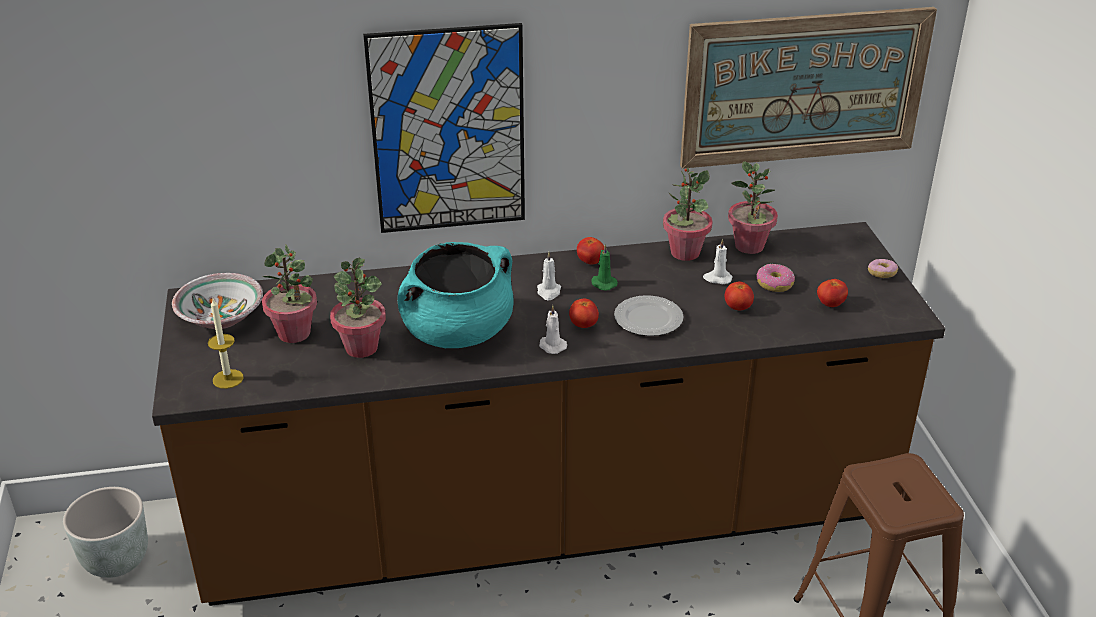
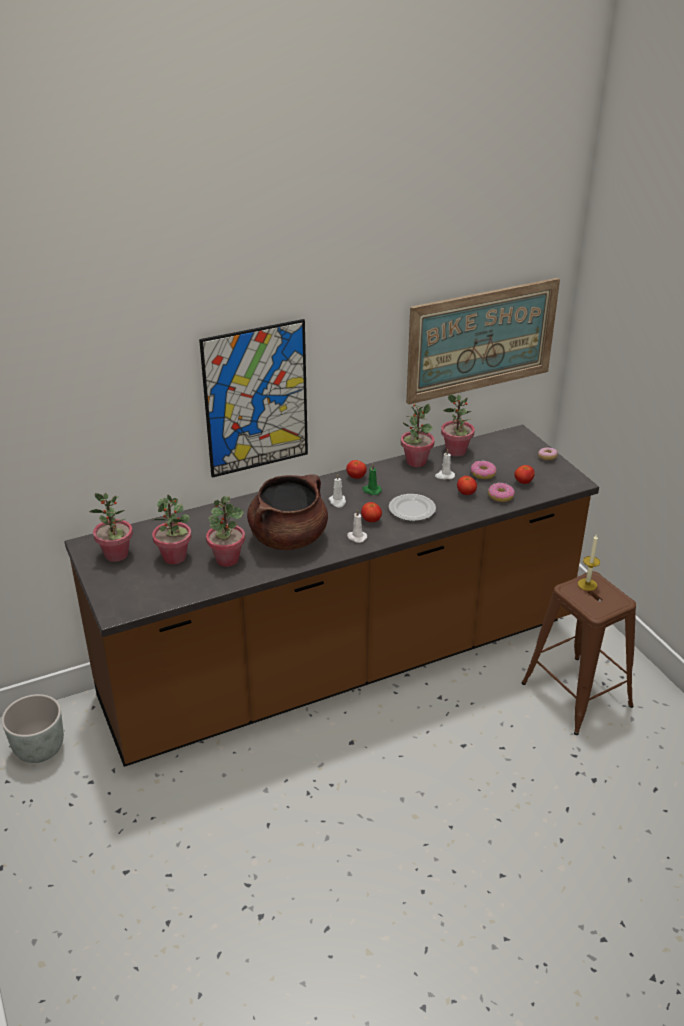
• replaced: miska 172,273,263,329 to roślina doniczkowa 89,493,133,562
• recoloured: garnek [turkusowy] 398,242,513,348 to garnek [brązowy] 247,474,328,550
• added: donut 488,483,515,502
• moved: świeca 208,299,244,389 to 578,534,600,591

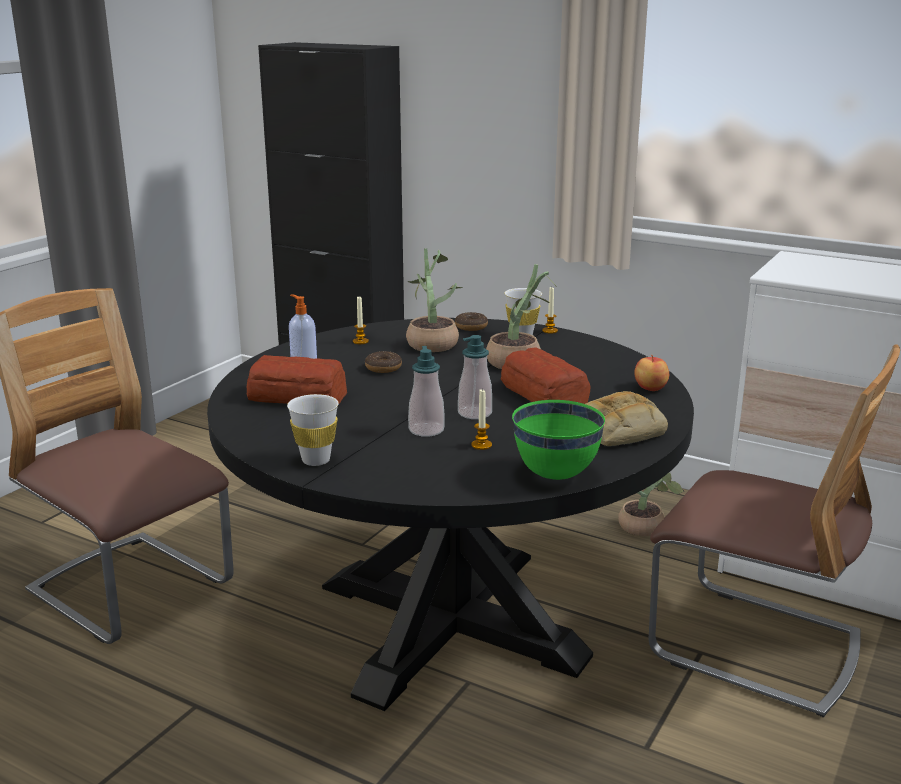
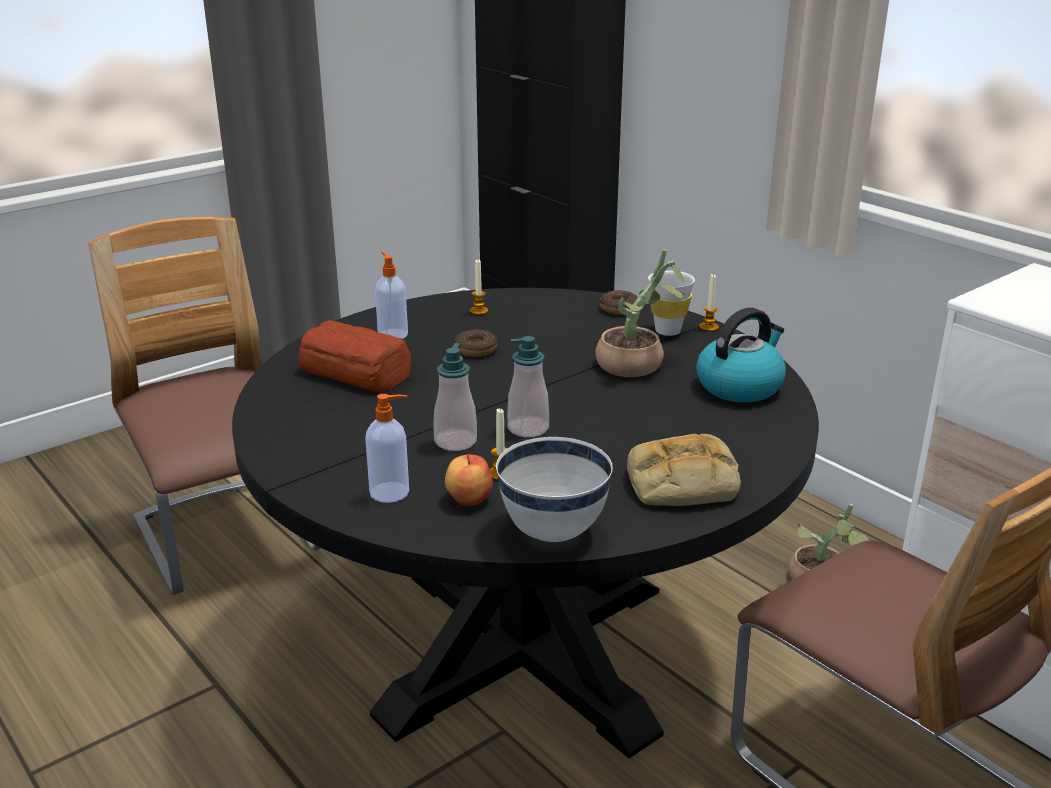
• added: dozownik mydła 365,394,409,503
• moved: jabłko 634,355,669,391 to 445,454,493,506
• recoloured: miska [zielony] 512,400,605,480 to miska [biały] 496,437,613,542
• added: czajnik 696,308,786,402
• removed: filiżanka [biały] 287,394,339,466
• removed: roślina doniczkowa 406,248,462,352
• removed: chleb 501,347,591,404

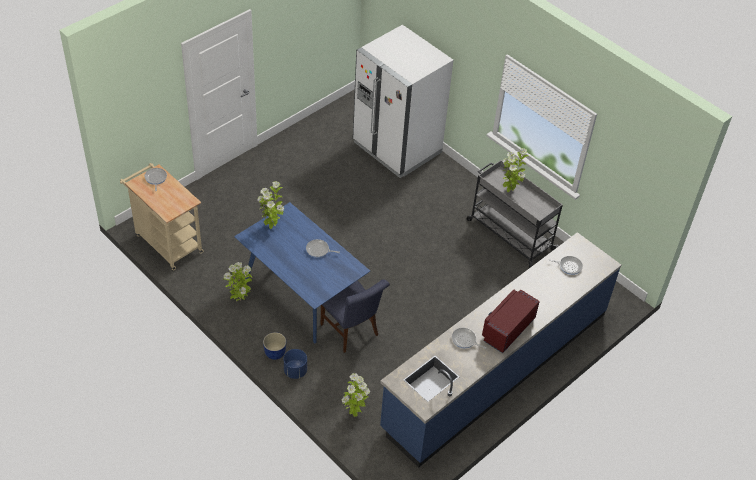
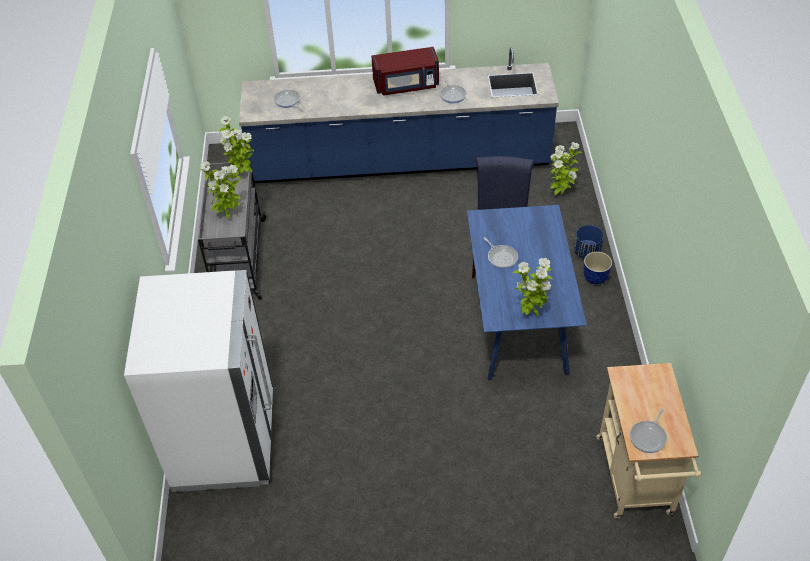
• moved: roślina doniczkowa 223,262,252,301 to 219,116,254,176

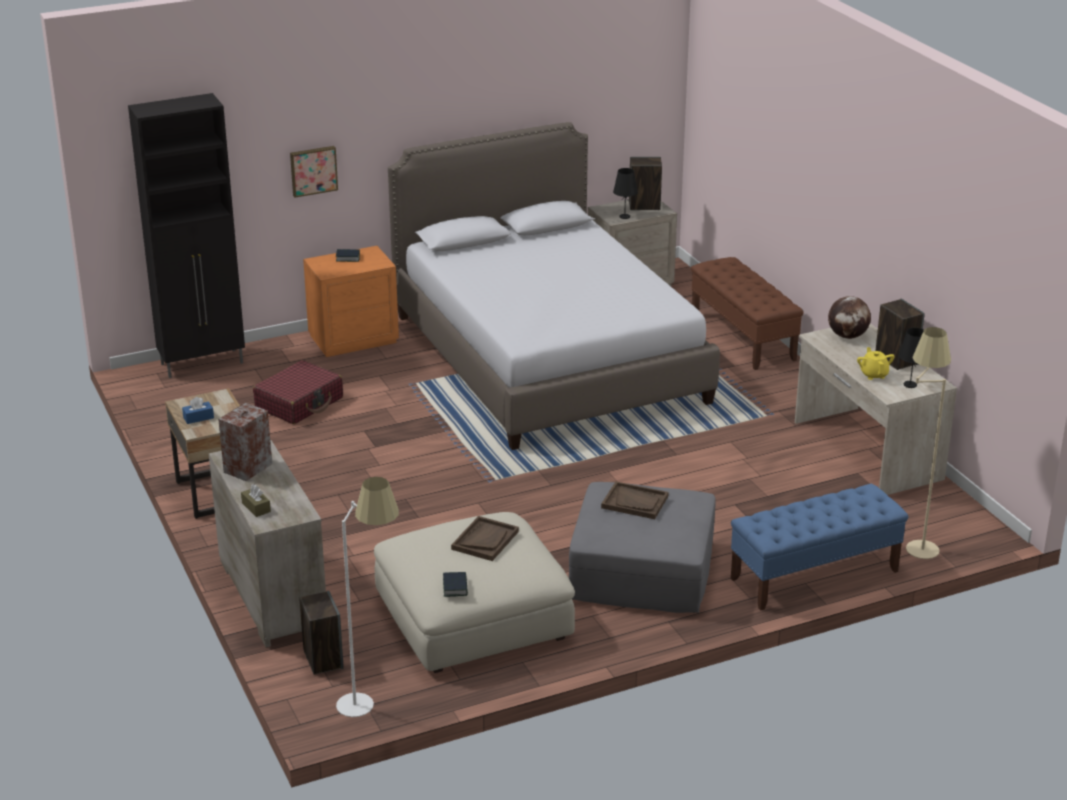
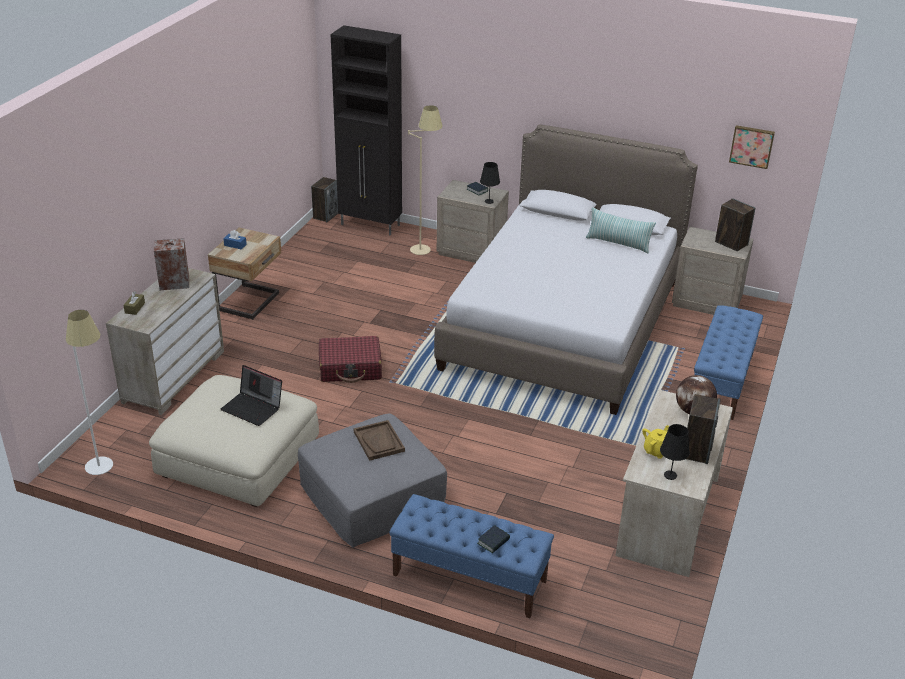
• replaced: taca [brązowy] 451,516,519,561 to laptop 221,365,282,426
• moved: głośnik 299,591,344,675 to 311,177,338,222
• moved: walizka [czerwony] 253,360,343,424 to 319,336,382,383
• moved: lampa stojąca [beżowy] 906,327,951,559 to 408,105,443,255
• recoloured: szafka nocna [pomarańczowy] 303,246,399,357 to szafka nocna [beżowy] 437,180,509,263
• moved: książka 443,572,468,597 to 477,525,510,553
• moved: lampa stołowa [czarny] 613,168,638,219 to 480,162,500,204
• added: poduszka 586,207,656,253
• recoloured: ławka [brązowy] 691,257,803,370 to ławka [niebieski] 694,305,763,420
• moved: obraz 290,146,338,198 to 729,125,775,169

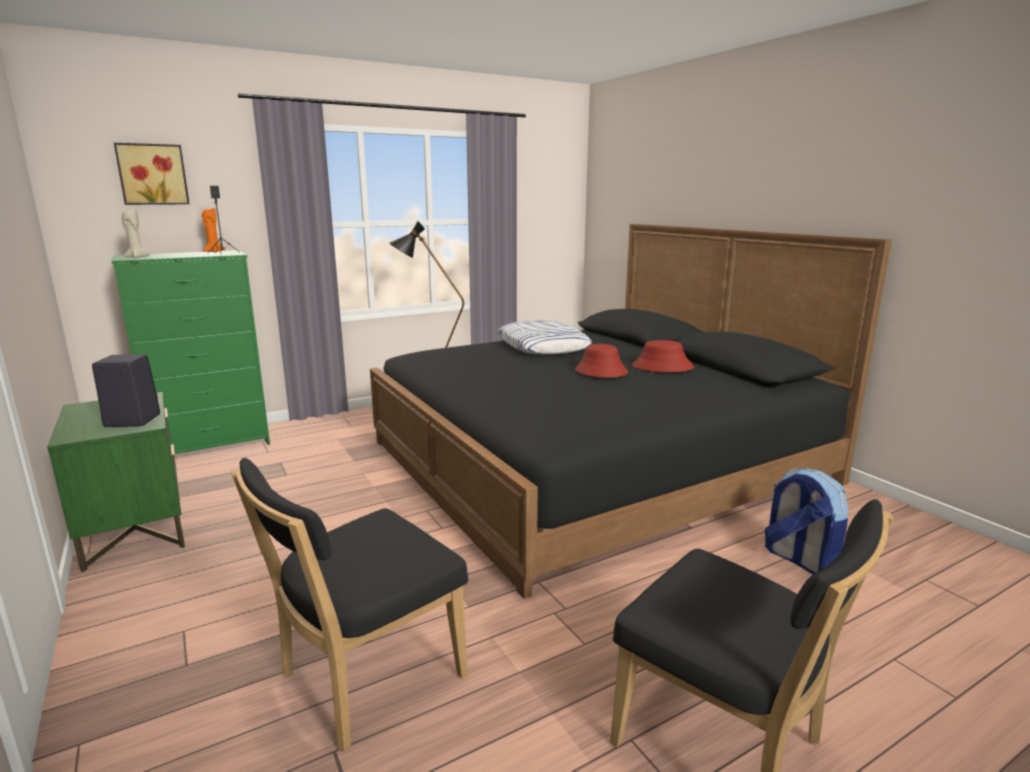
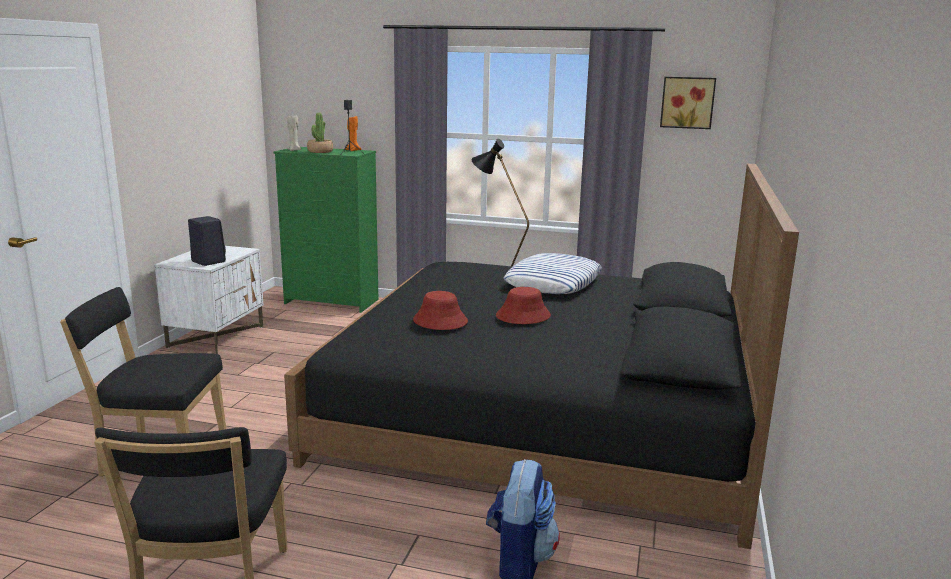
• recoloured: szafka nocna [zielony] 47,392,185,572 to szafka nocna [biały] 154,246,264,354
• added: roślina doniczkowa 307,112,333,153
• moved: kapelusz [czerwony] 632,340,694,372 to 413,291,468,330
• moved: obraz 114,143,190,205 to 660,77,716,129

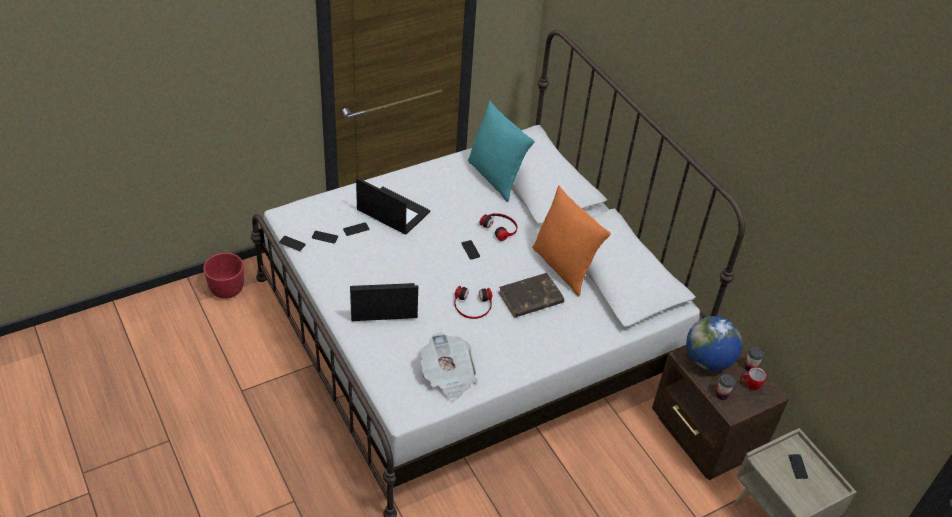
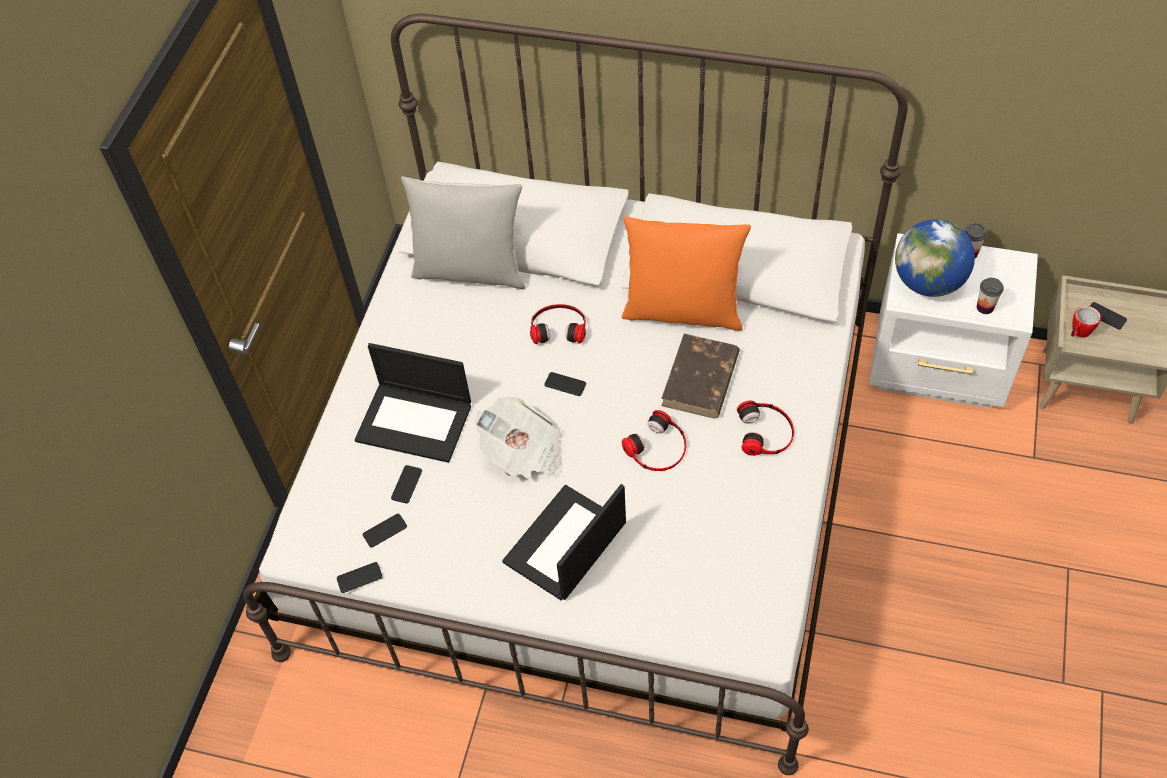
• turned: laptop 356,177,430,235 = 355,343,471,463 150 degrees counterclockwise
• recoloured: poduszka [turkusowy] 468,100,535,202 to poduszka [szary] 401,176,525,289
• moved: gazeta 420,332,477,401 to 475,397,563,478
• added: słuchawki 737,400,794,456
• recoloured: szafka nocna [brązowy] 652,346,789,480 to szafka nocna [biały] 869,233,1038,408
• moved: kubek 740,367,767,391 to 1071,306,1101,338
• removed: donica [czerwony] 203,253,244,299

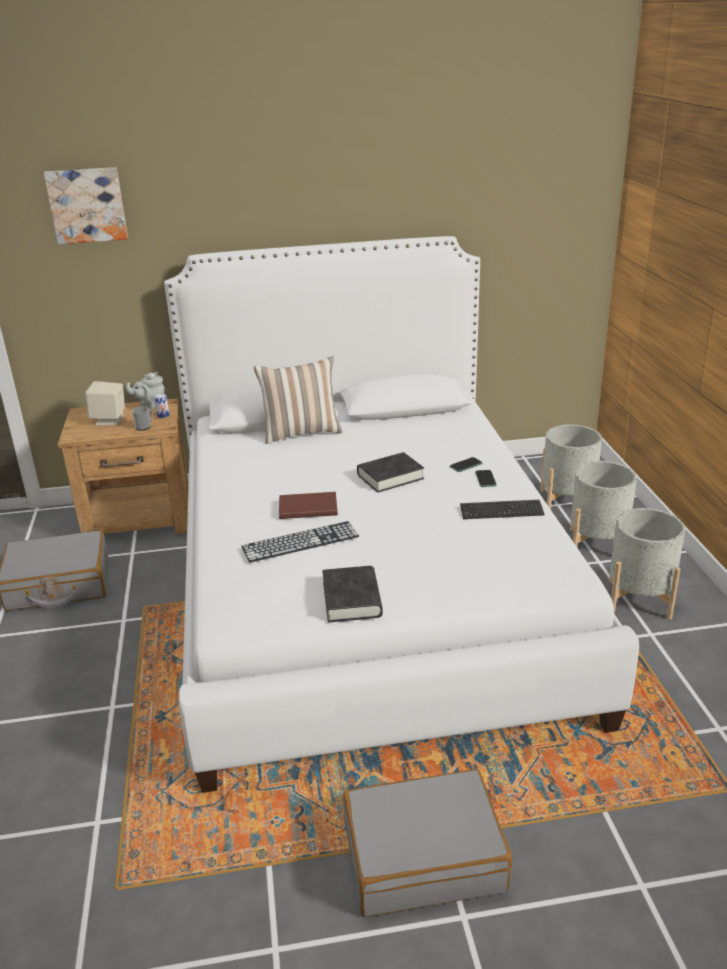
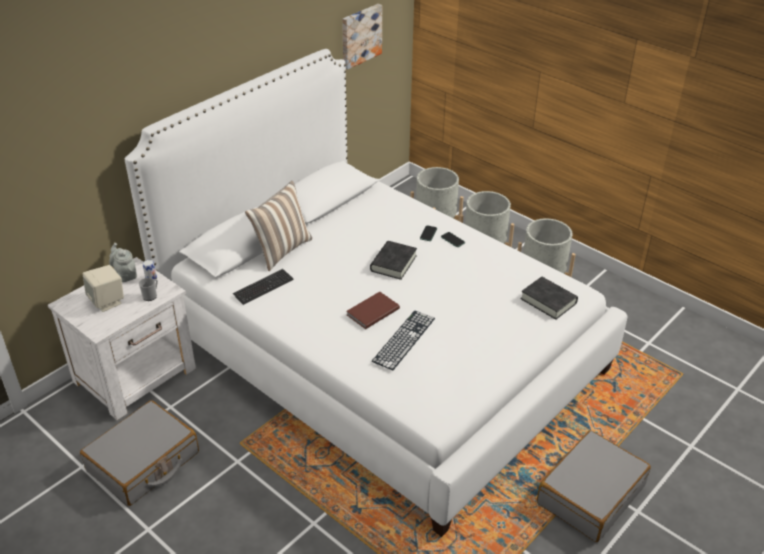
• recoloured: szafka nocna [brązowy] 58,398,189,534 to szafka nocna [biały] 48,257,196,420
• turned: imbryk [szary] 126,372,165,410 = 109,243,137,282 120 degrees clockwise
• moved: klawiatura 460,500,545,519 to 233,269,294,305
• moved: obraz 44,167,128,244 to 342,4,382,70
• moved: książka [czarny] 322,566,383,623 to 521,277,578,320

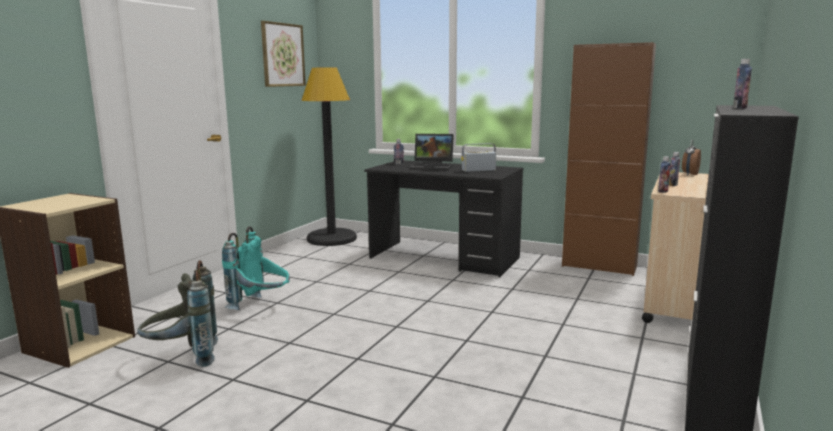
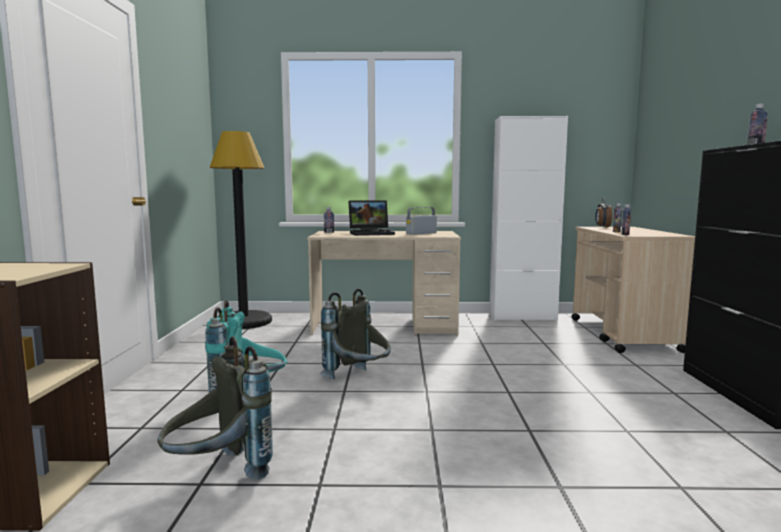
• recoloured: biurko [czarny] 364,160,523,277 to biurko [beżowy] 307,231,461,335
• added: plecak [szary] 320,288,391,379
• recoloured: szafka [brązowy] 562,42,656,276 to szafka [biały] 489,116,568,321
• removed: obraz 261,21,306,87

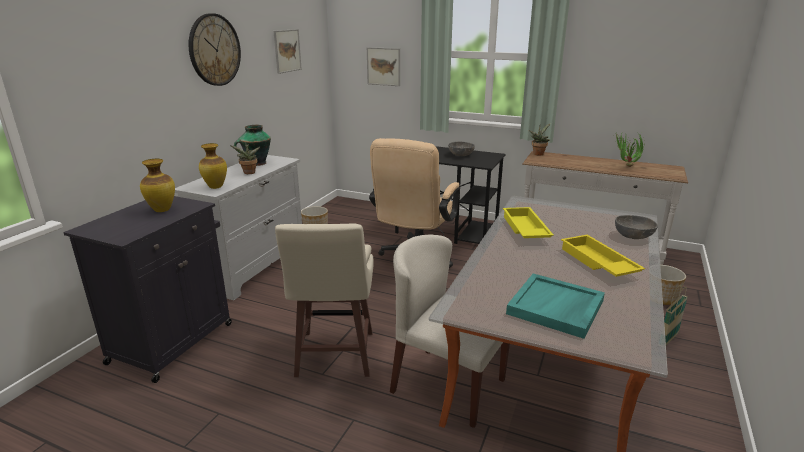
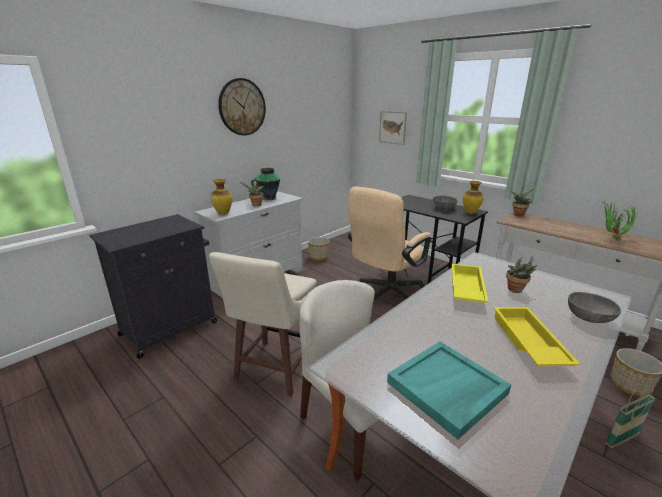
• moved: wazon 140,159,175,212 to 463,181,483,214
• added: roślina doniczkowa 506,256,537,293
• removed: obraz 273,29,302,74

